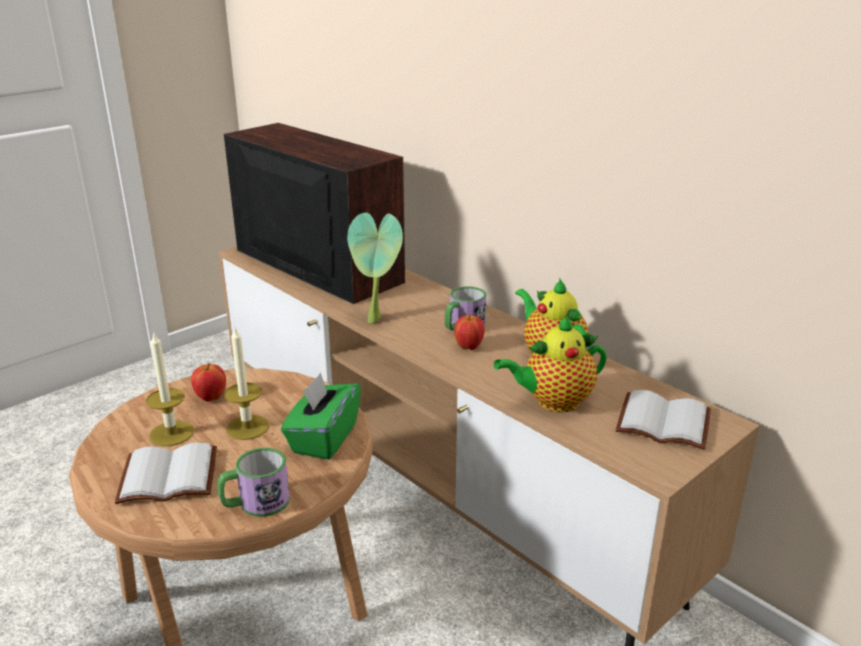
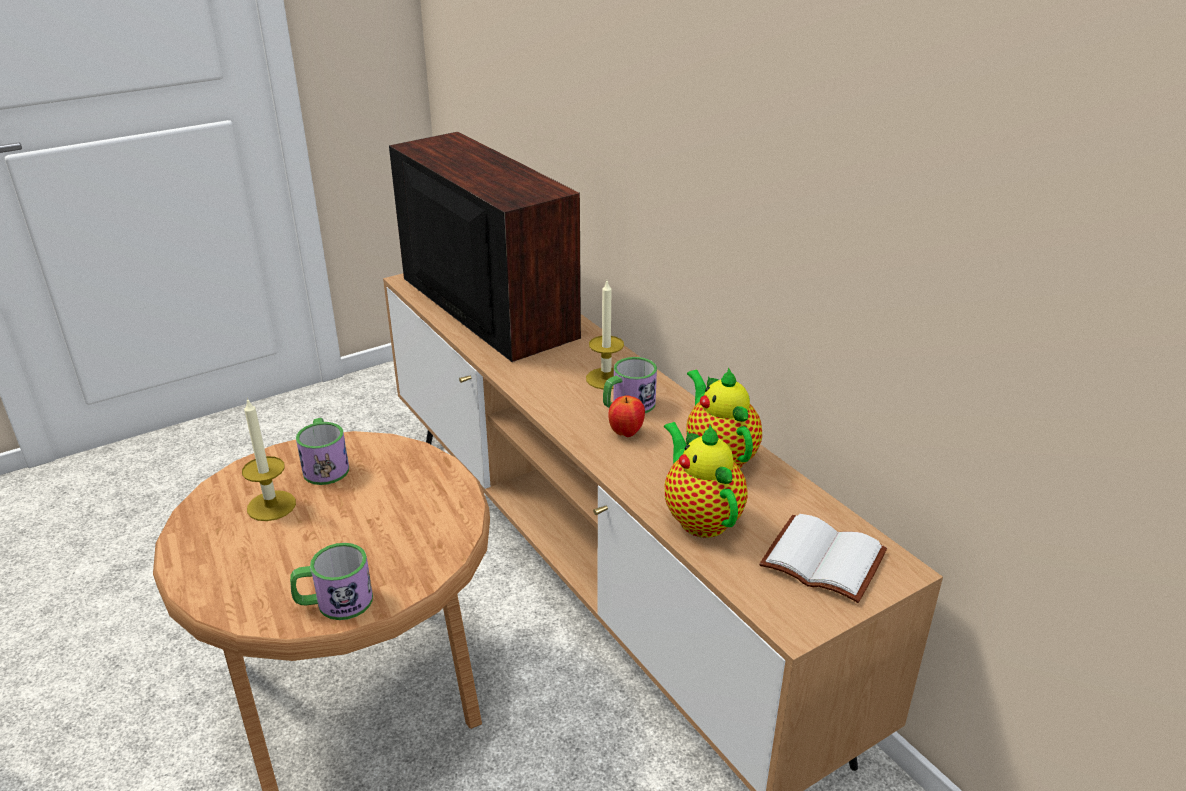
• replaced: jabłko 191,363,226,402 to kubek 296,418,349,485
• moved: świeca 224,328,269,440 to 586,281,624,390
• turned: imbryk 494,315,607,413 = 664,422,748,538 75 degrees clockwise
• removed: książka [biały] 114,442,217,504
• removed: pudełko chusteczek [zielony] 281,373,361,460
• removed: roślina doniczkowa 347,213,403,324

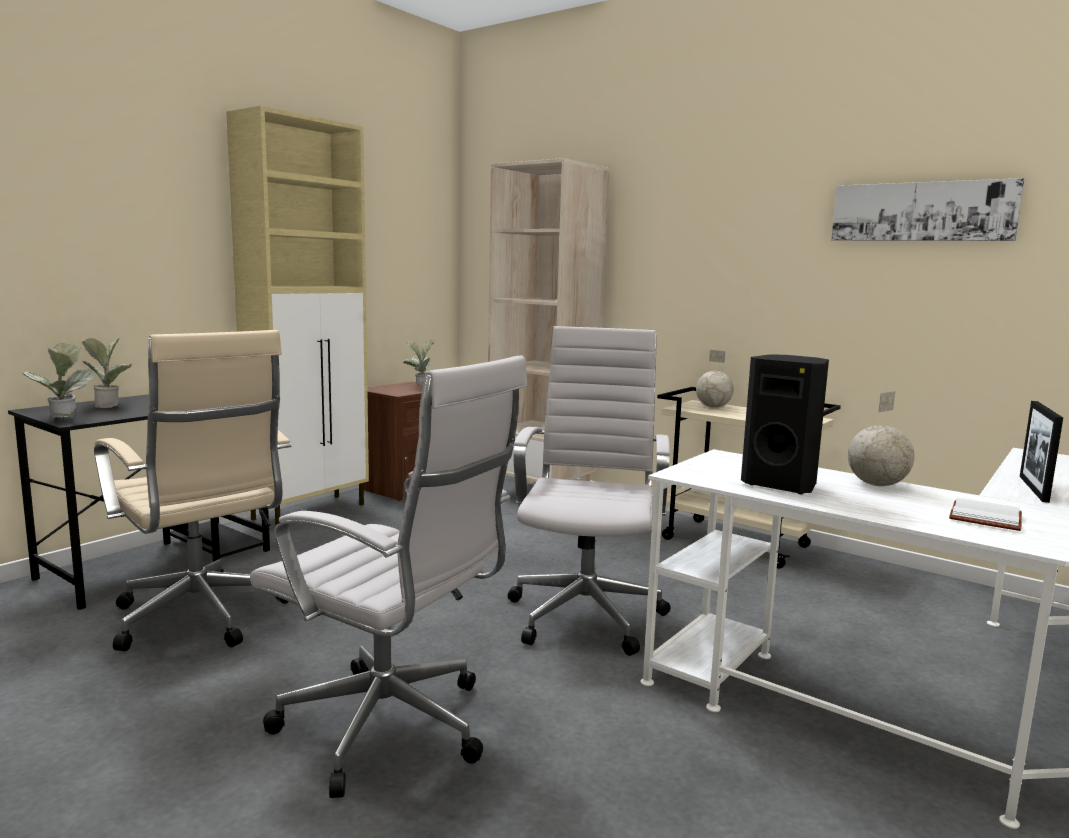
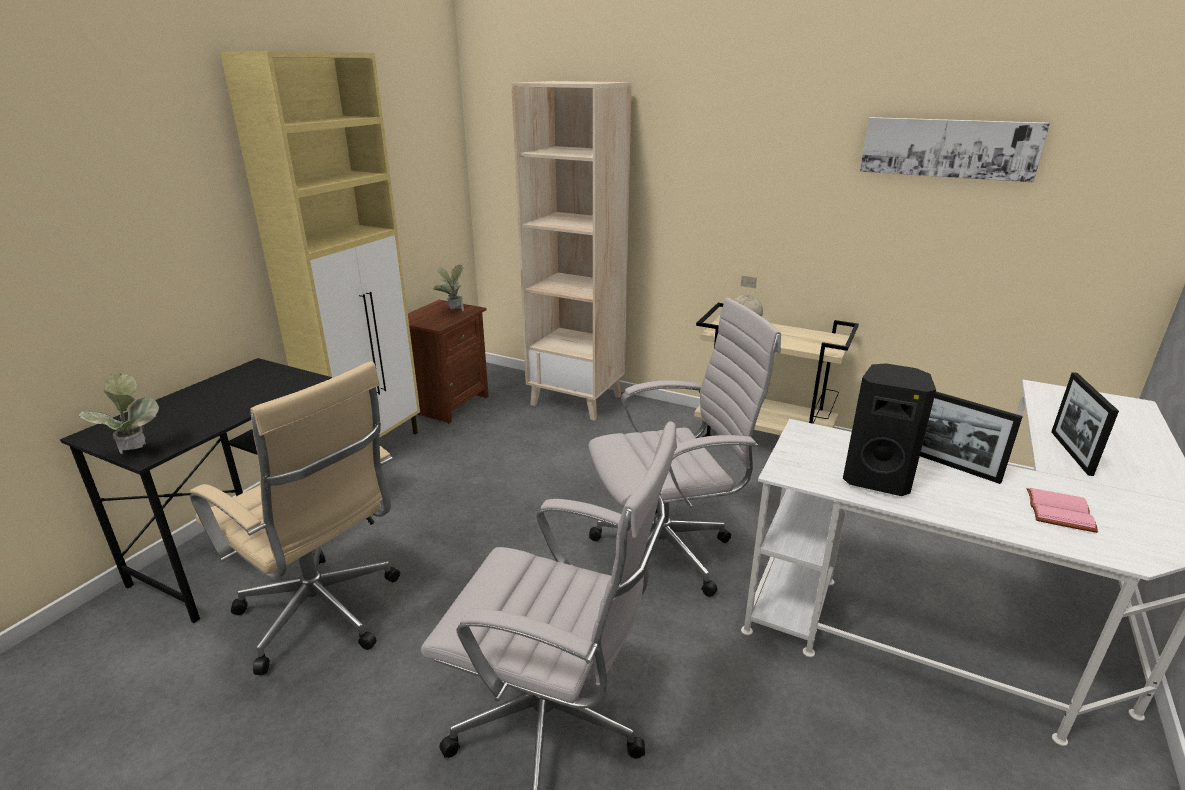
• turned: krzesło biurowe [biały] 508,326,670,656 = 588,298,781,597 75 degrees clockwise
• replaced: globus 848,391,914,486 to ramka na zdjęcie 920,392,1023,484
• recoloured: książka [biały] 949,498,1022,531 to książka [różowy] 1027,488,1098,533
• removed: roślina doniczkowa 82,338,132,408

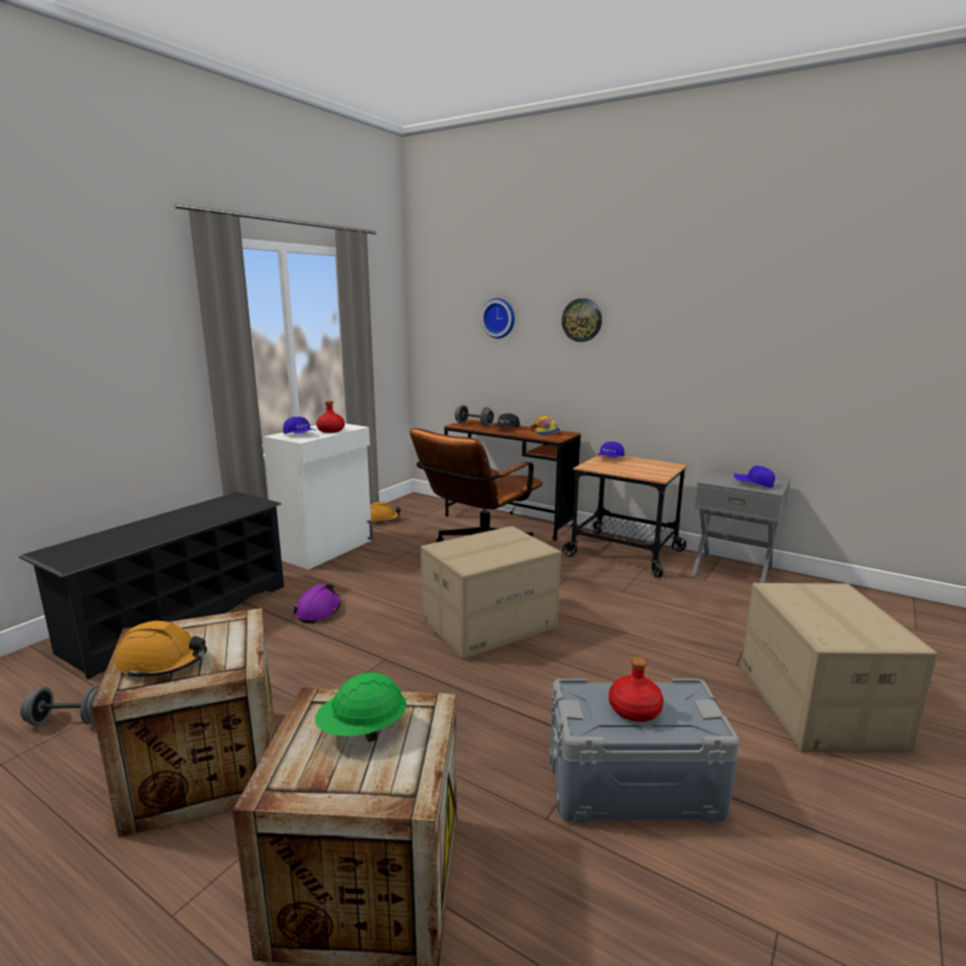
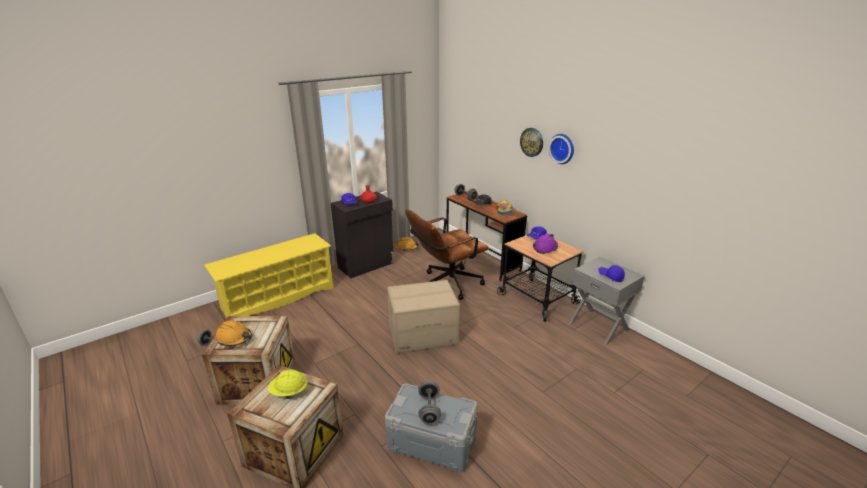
• recoloured: regał na buty [czarny] 19,492,284,679 to regał na buty [żółty] 204,233,333,318
• recoloured: kask [zielony] 315,673,407,742 to kask [żółty] 268,369,307,399
• recoloured: szafka [biały] 263,423,373,570 to szafka [czarny] 331,192,394,278
• replaced: butelka [czerwony] 609,657,664,722 to hantel [szary] 419,380,441,425
• moved: kask [fioletowy] 293,584,341,623 to 533,233,558,254
• moved: zegar ścienny 481,298,515,339 to 548,134,574,164
• removed: karton 741,583,937,753

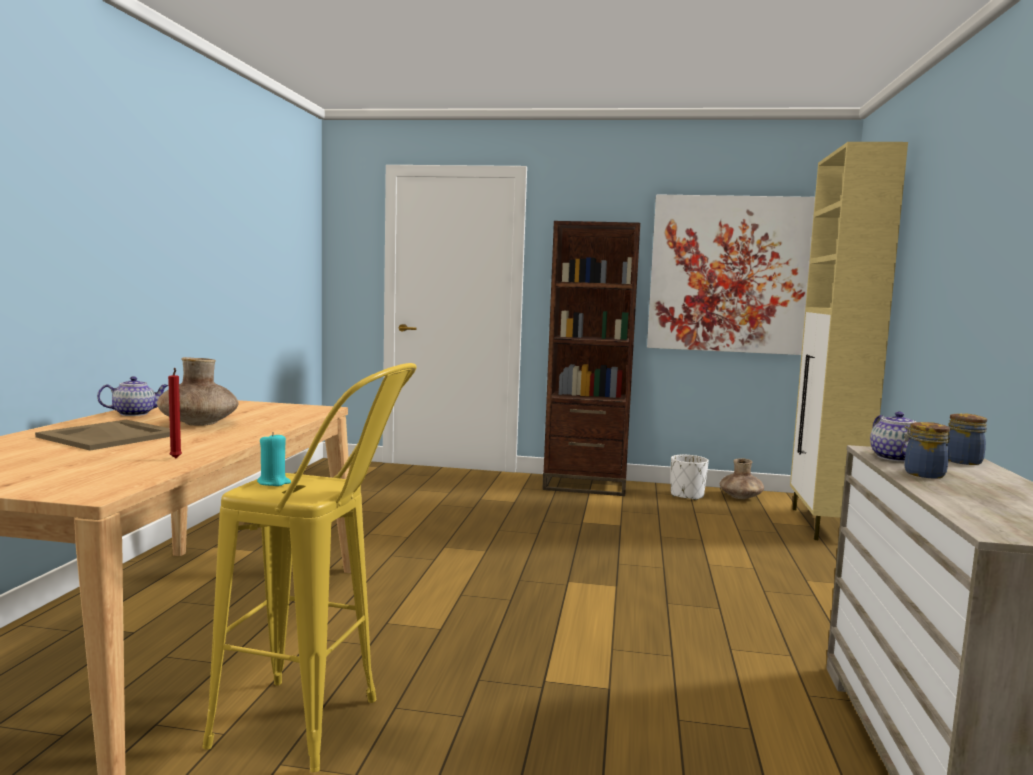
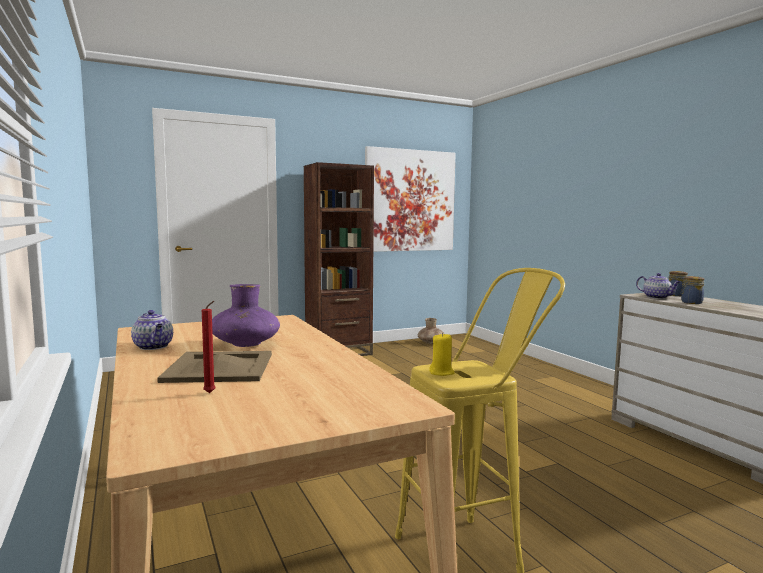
• turned: imbryk 97,376,168,416 = 131,310,173,350 120 degrees clockwise
• moved: świeca [czerwony] 168,368,182,458 to 202,301,216,393
• recoloured: wazon [brązowy] 157,357,239,426 to wazon [fioletowy] 212,284,280,347
• recoloured: świeca [turkusowy] 257,432,291,486 to świeca [żółty] 429,333,455,376
• removed: donica [biały] 671,455,709,500
• removed: szafka [beżowy] 790,142,908,540

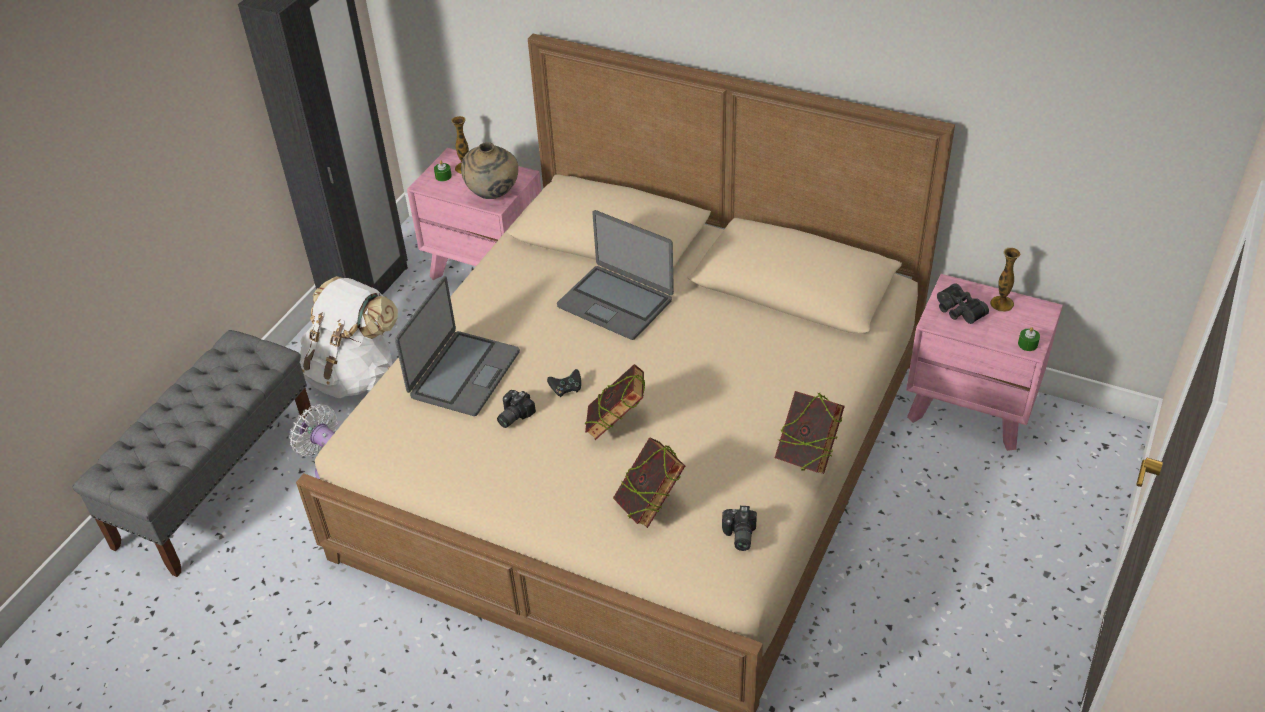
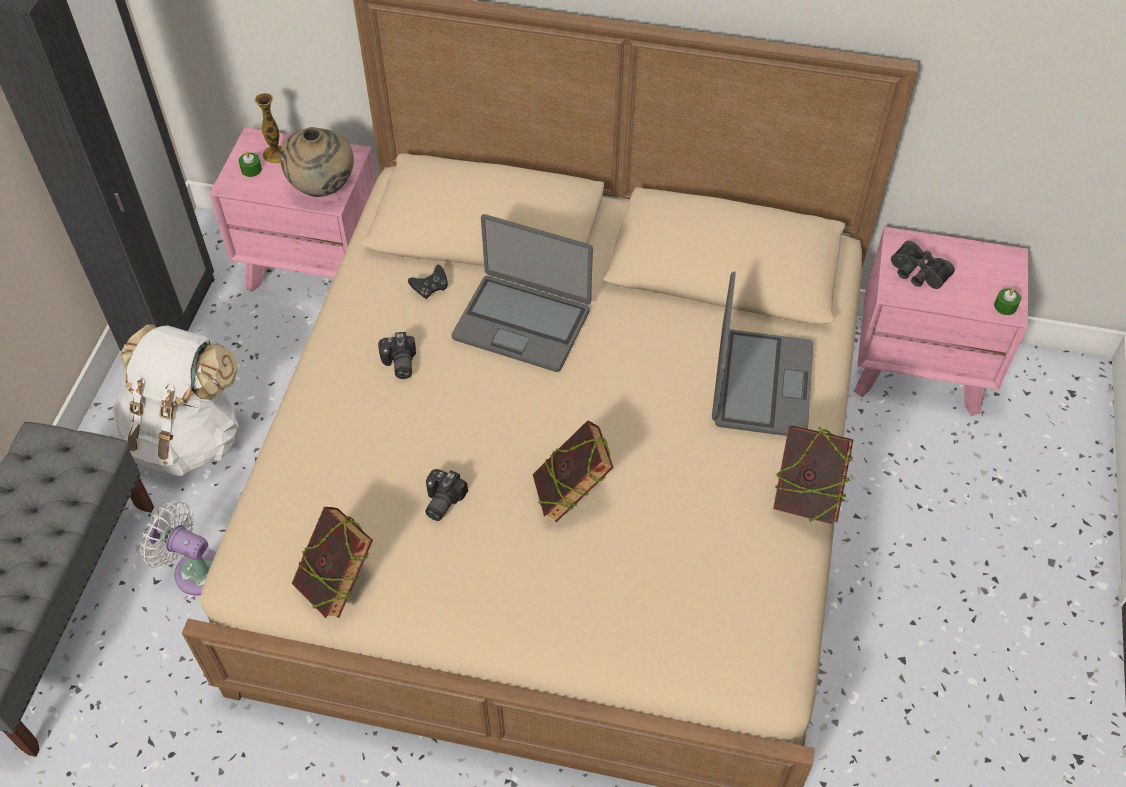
• moved: książka 613,437,685,528 to 292,507,373,618
• moved: aparat fotograficzny 722,506,757,551 to 378,332,416,379
• moved: pad do gier [czarny] 547,369,581,397 to 408,265,448,299
• moved: laptop 395,276,520,416 to 712,272,813,436
• removed: wazon 990,248,1020,312

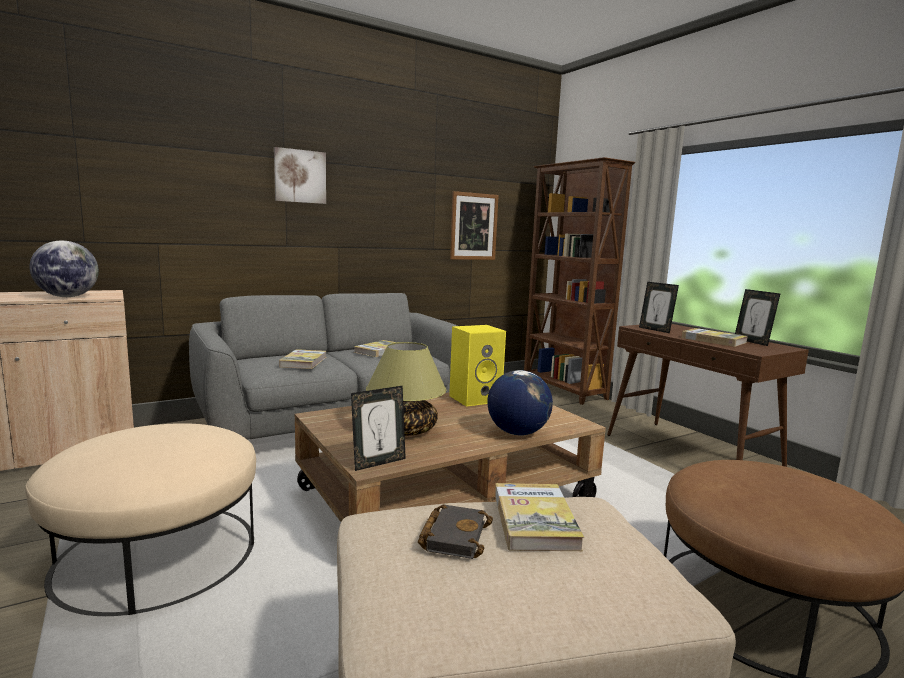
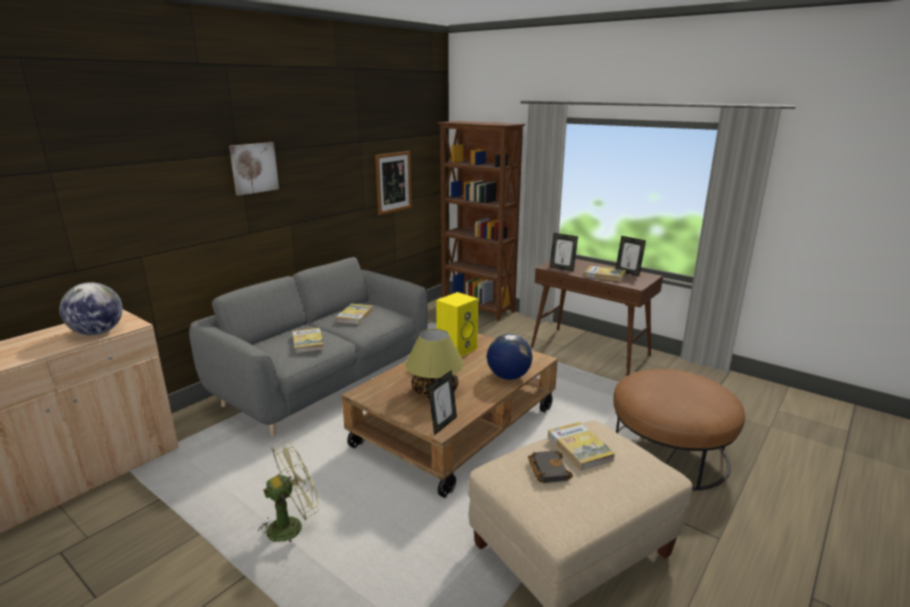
• replaced: pufa [beżowy] 25,423,256,616 to wentylator [zielony] 257,441,319,542

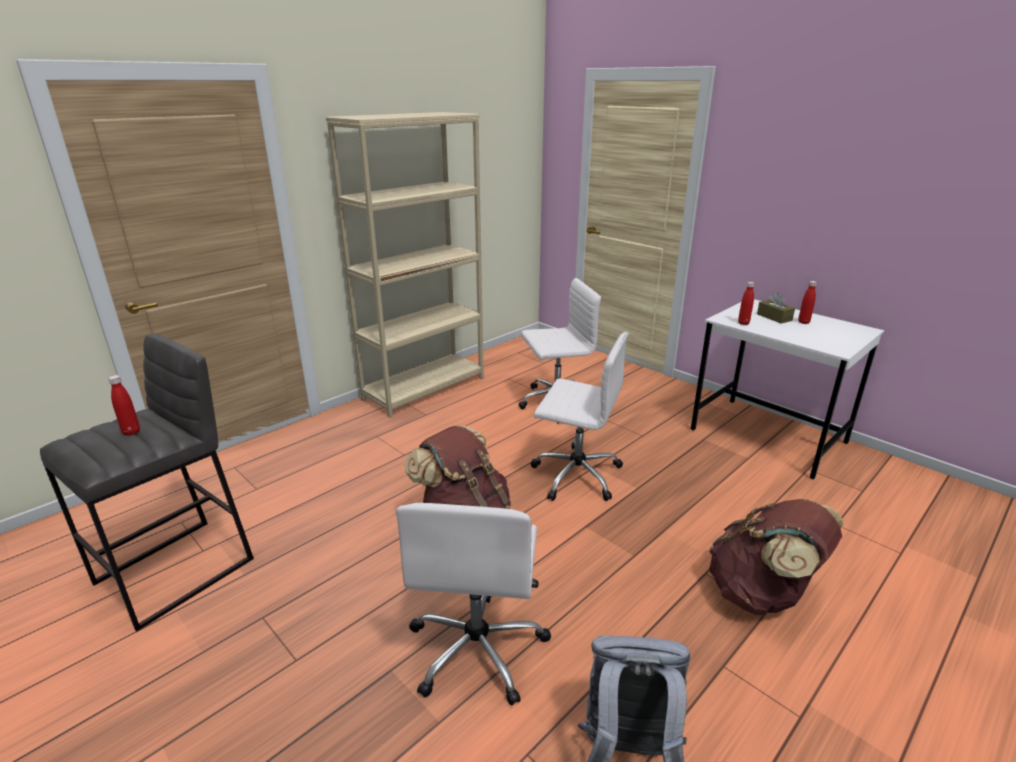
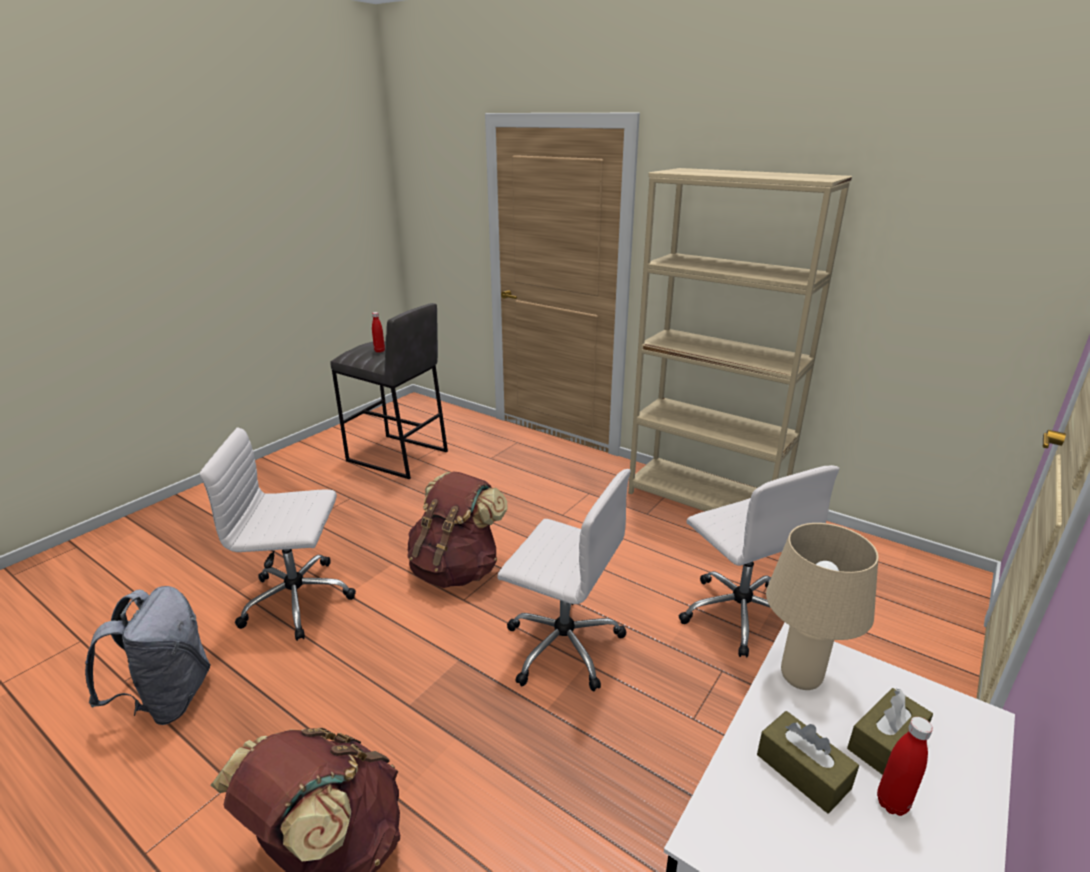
• turned: krzesło biurowe [biały] 531,332,629,501 = 497,469,631,692 75 degrees counterclockwise
• added: pudełko chusteczek [brązowy] 757,711,859,814
• replaced: butelka [czerwony] 738,282,755,325 to lampa stołowa [beżowy] 766,523,878,690

